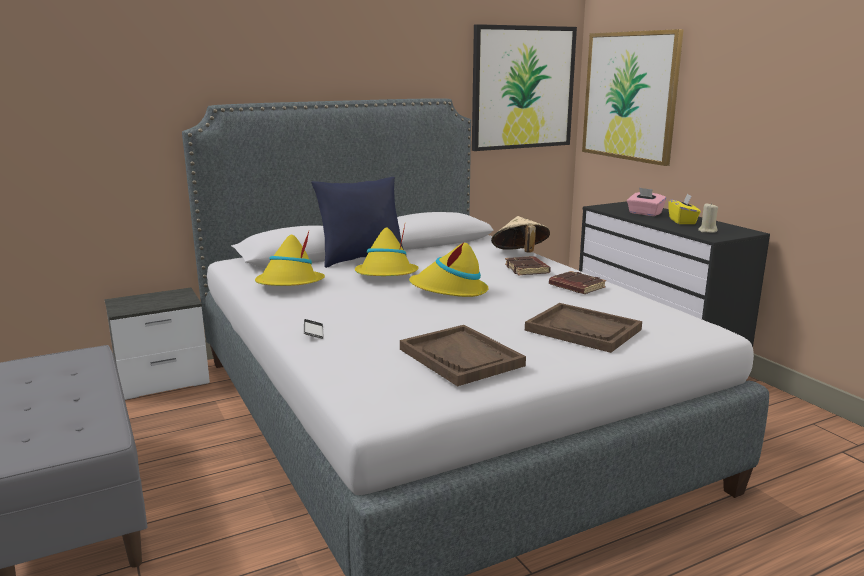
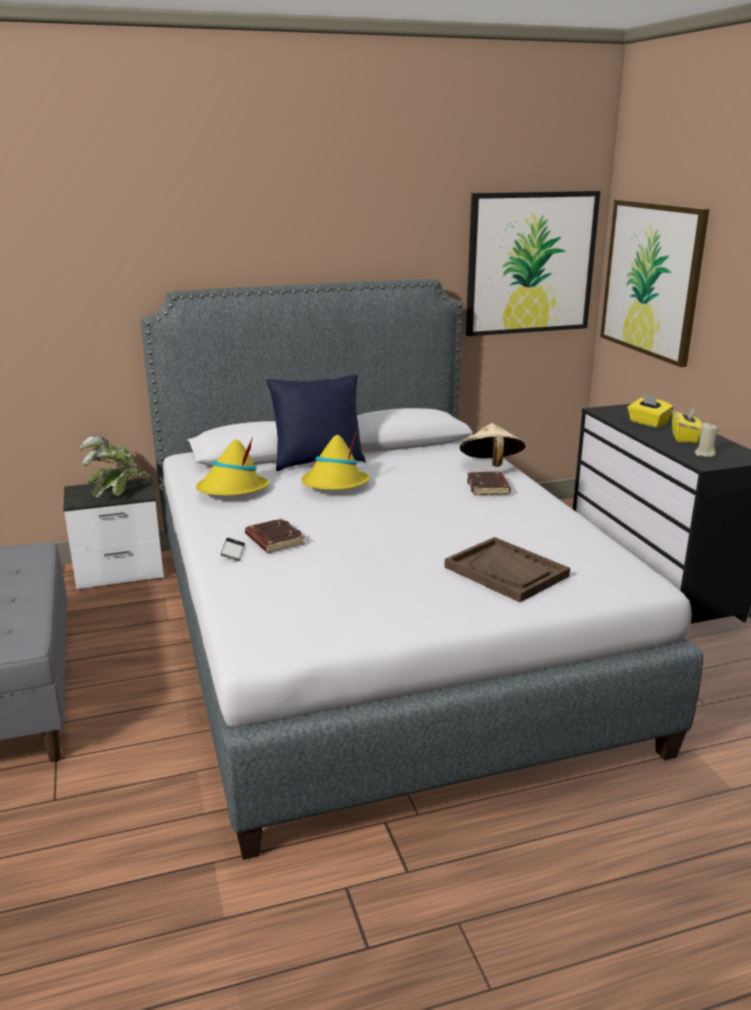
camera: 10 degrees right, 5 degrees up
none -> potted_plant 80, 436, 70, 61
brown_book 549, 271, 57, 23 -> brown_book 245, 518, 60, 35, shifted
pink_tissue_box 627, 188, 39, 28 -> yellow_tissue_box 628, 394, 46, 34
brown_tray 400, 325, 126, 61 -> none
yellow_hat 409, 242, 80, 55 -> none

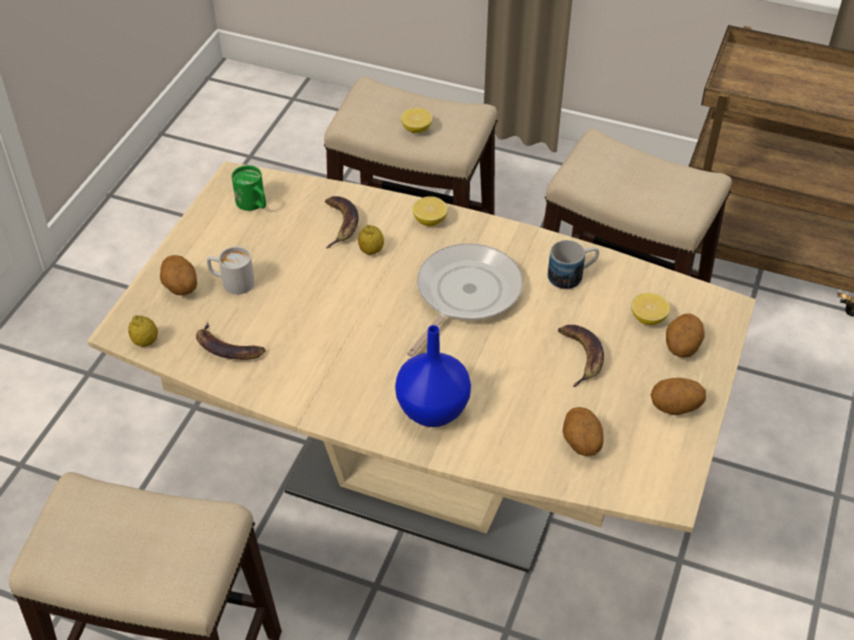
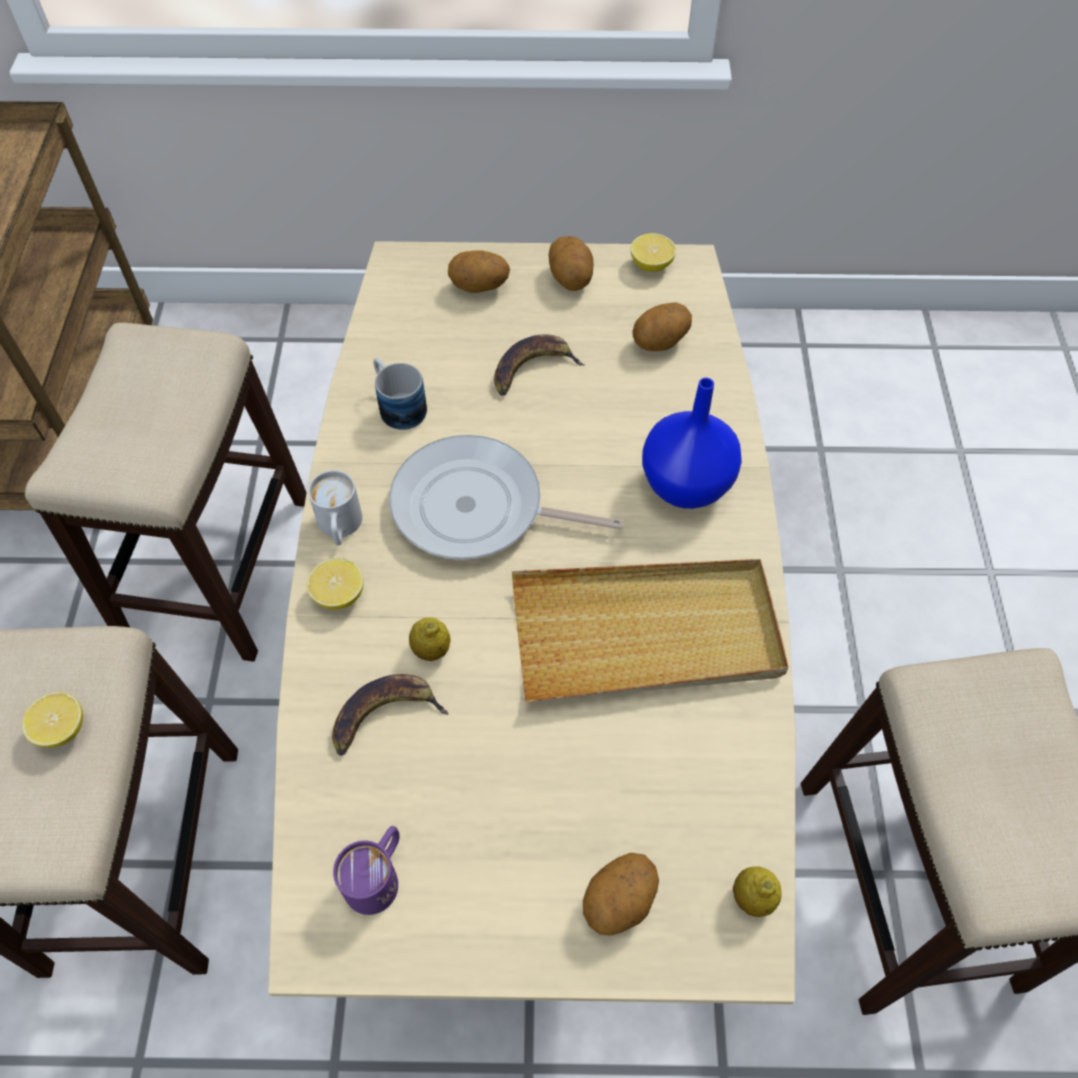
camera: 110 degrees left, 10 degrees up
white_mug 207, 246, 48, 49 -> white_mug 308, 470, 54, 76, shifted
green_mug 232, 165, 34, 46 -> purple_mug 333, 826, 67, 89
none -> beige_tray 512, 559, 277, 143
lemon 631, 293, 39, 32 -> lemon 631, 233, 45, 39, shifted
banana 196, 322, 69, 38 -> none

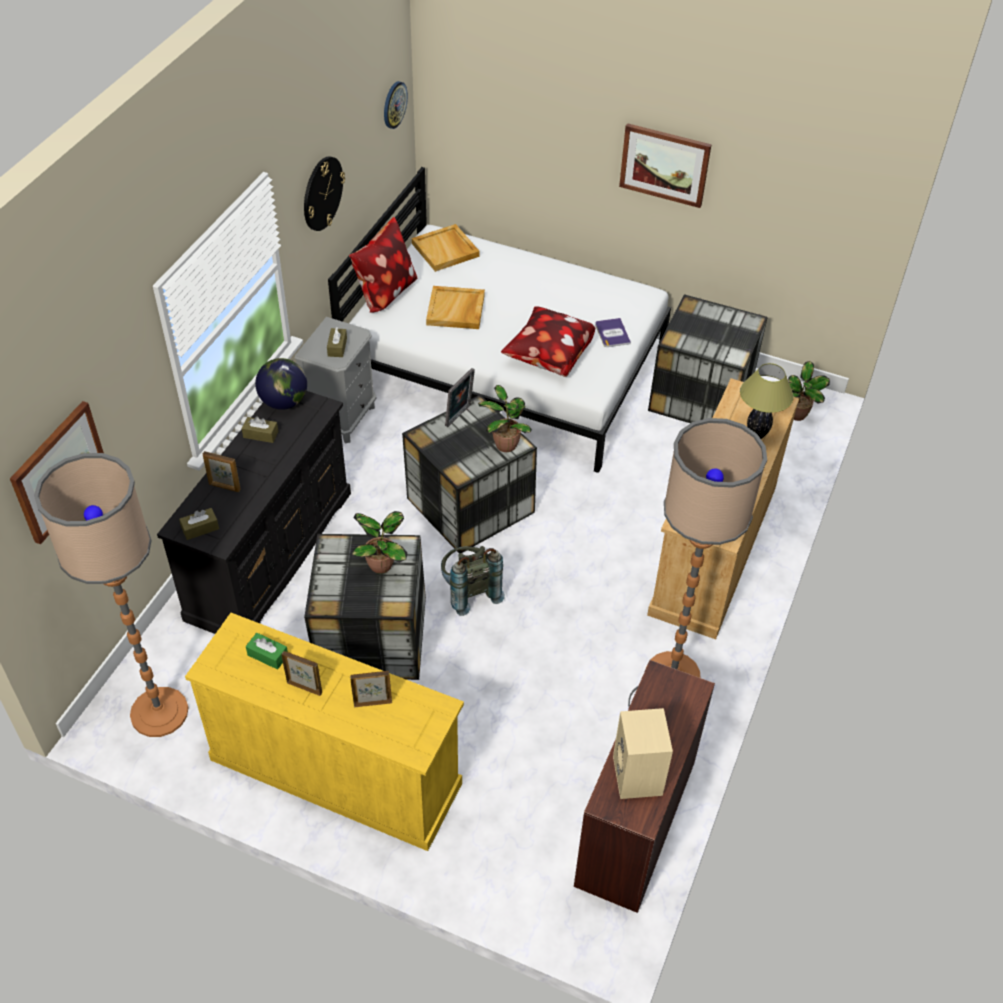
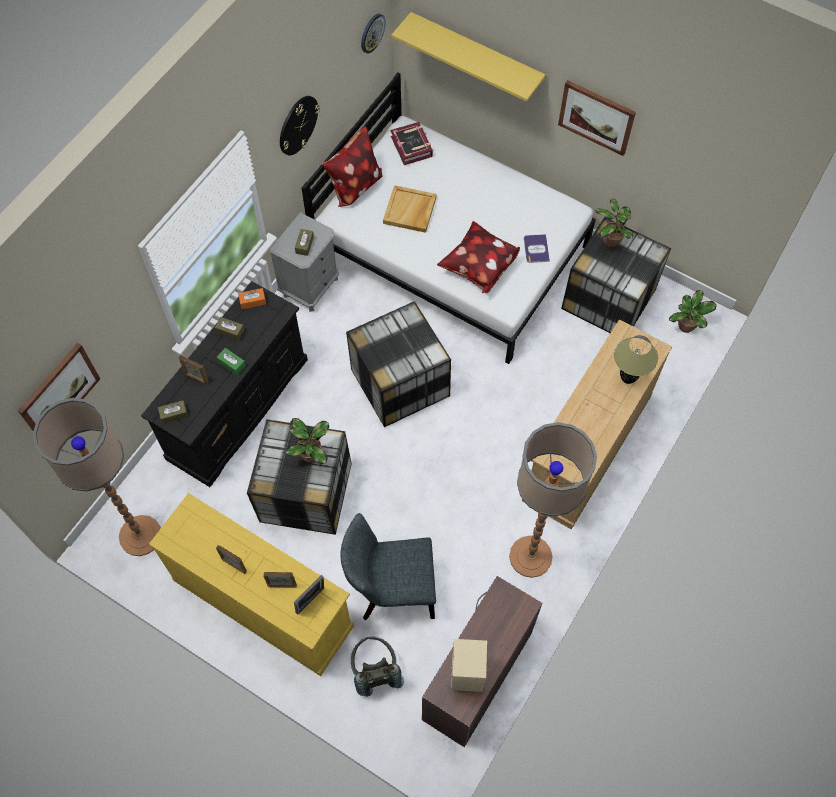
camera: 10 degrees right, 15 degrees up
green_tissue_box 246, 633, 42, 37 -> green_tissue_box 217, 348, 29, 27, shifted
globe 255, 358, 52, 52 -> orange_tissue_box 238, 288, 28, 21
picture_frame 445, 368, 30, 59 -> picture_frame 294, 575, 30, 39, shifted
none -> grey_chair 341, 513, 95, 107
grey_backpack 441, 546, 64, 70 -> grey_backpack 351, 636, 53, 61, shifted
none -> yellow_shelf 391, 12, 154, 90
beige_tray 412, 224, 68, 48 -> book 391, 122, 42, 43
potted_plant 478, 385, 54, 67 -> potted_plant 595, 198, 39, 50, shifted

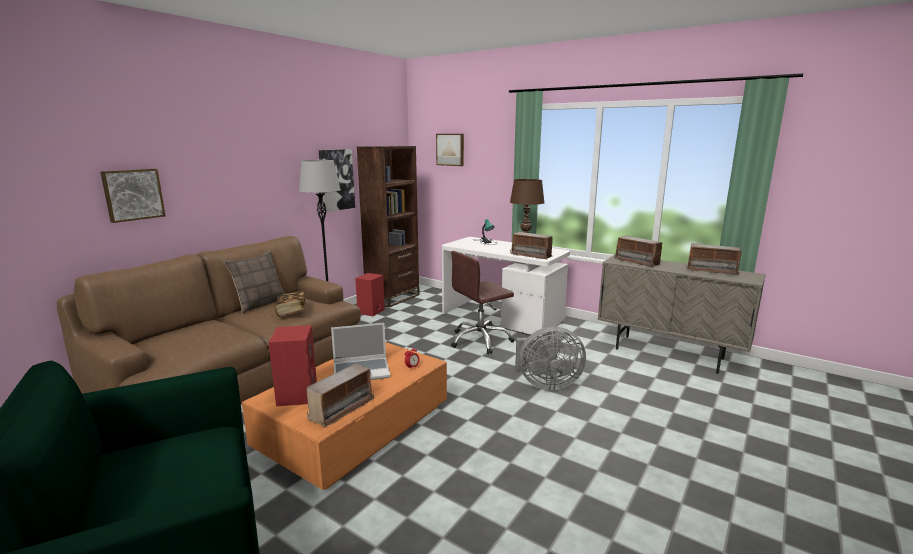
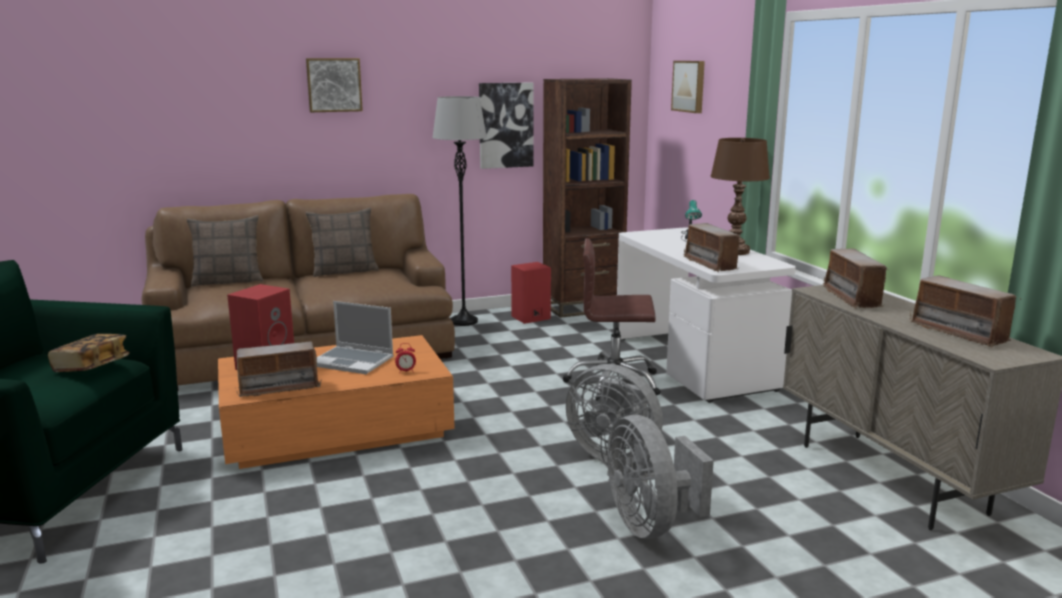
camera: 35 degrees right, 0 degrees up
book 275, 291, 31, 26 -> book 48, 334, 82, 38, shifted
none -> pillow 186, 215, 77, 72
picture 100, 169, 66, 54 -> picture 306, 58, 57, 54, shifted
none -> grey_fan 607, 415, 107, 124

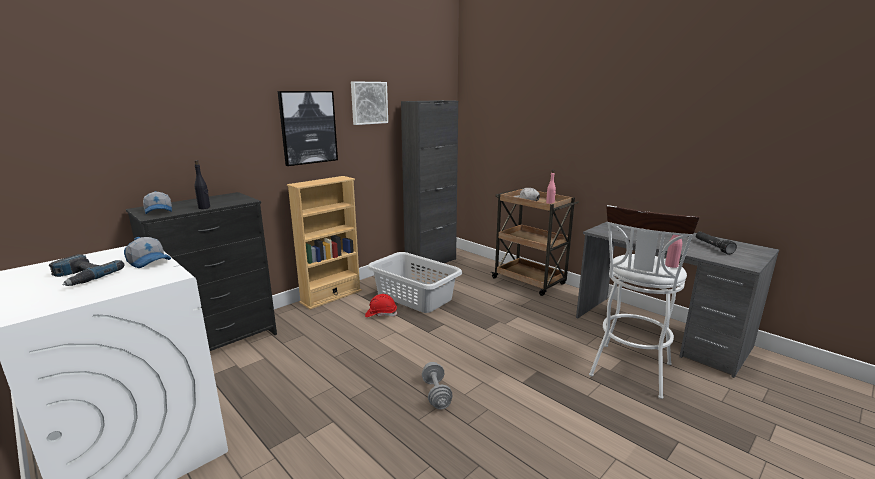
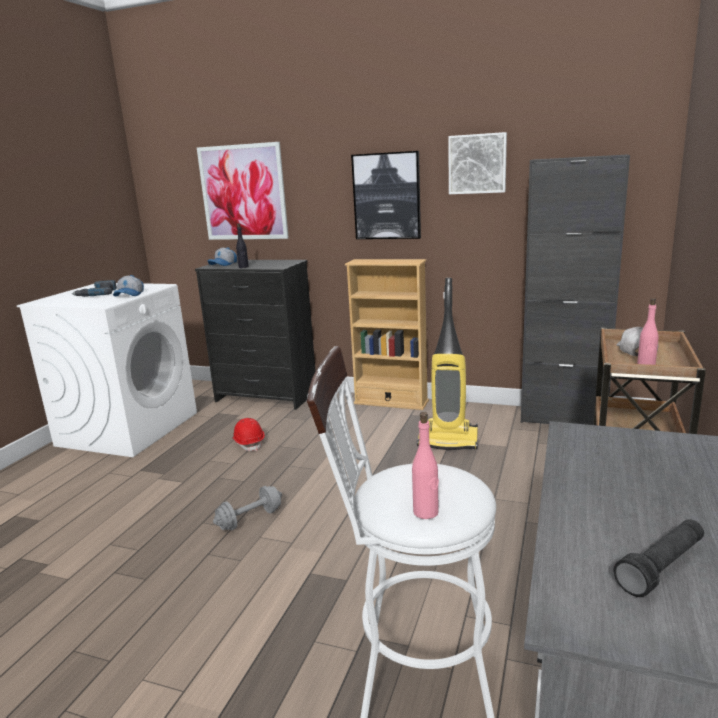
camera: 65 degrees right, 0 degrees up
none -> picture 197, 142, 92, 98
red_hard_hat 365, 294, 32, 23 -> red_hard_hat 232, 418, 33, 33, shifted
grey_laundry_basket 367, 252, 95, 61 -> vacuum_cleaner 417, 278, 61, 172

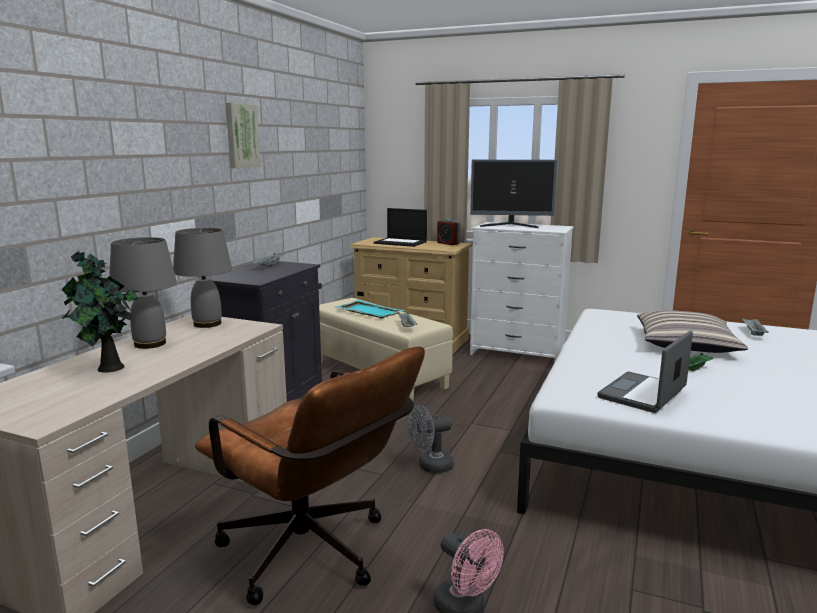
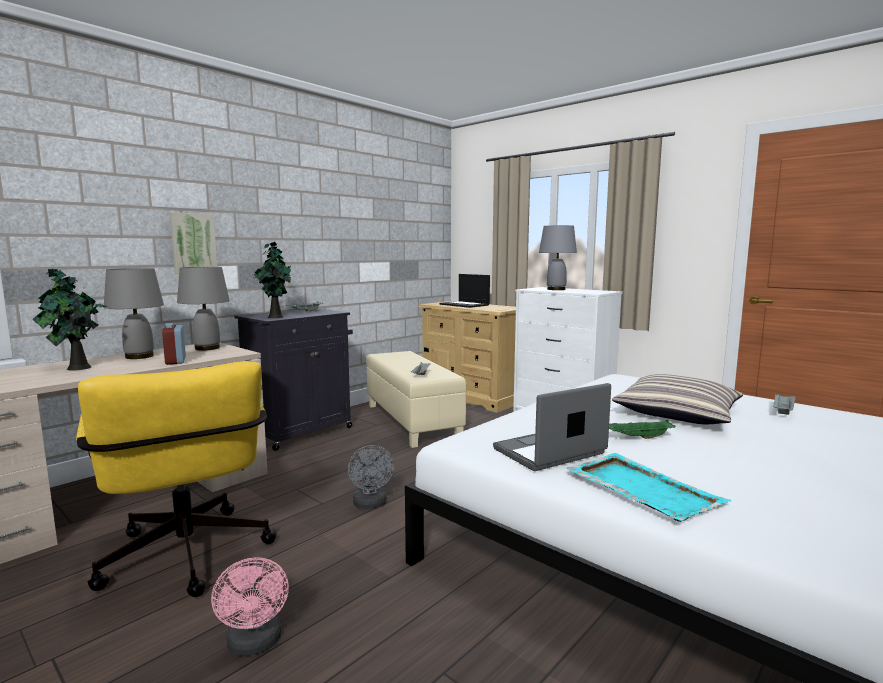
camera: 20 degrees right, 5 degrees down
brown_office_chair 195, 347, 230, 259 -> yellow_office_chair 76, 361, 200, 236
alarm_clock 437, 219, 23, 26 -> alarm_clock 162, 323, 24, 42, shifted
picture 226, 103, 35, 65 -> picture 170, 212, 47, 63, shifted
none -> potted_plant 254, 242, 37, 76
grey_fan 408, 405, 46, 68 -> grey_fan 348, 445, 46, 64, 105 degrees counterclockwise
monitor 470, 160, 87, 68 -> grey_table_lamp 539, 225, 38, 65
turquoise_tray 335, 300, 69, 19 -> turquoise_tray 566, 453, 165, 69, shifted

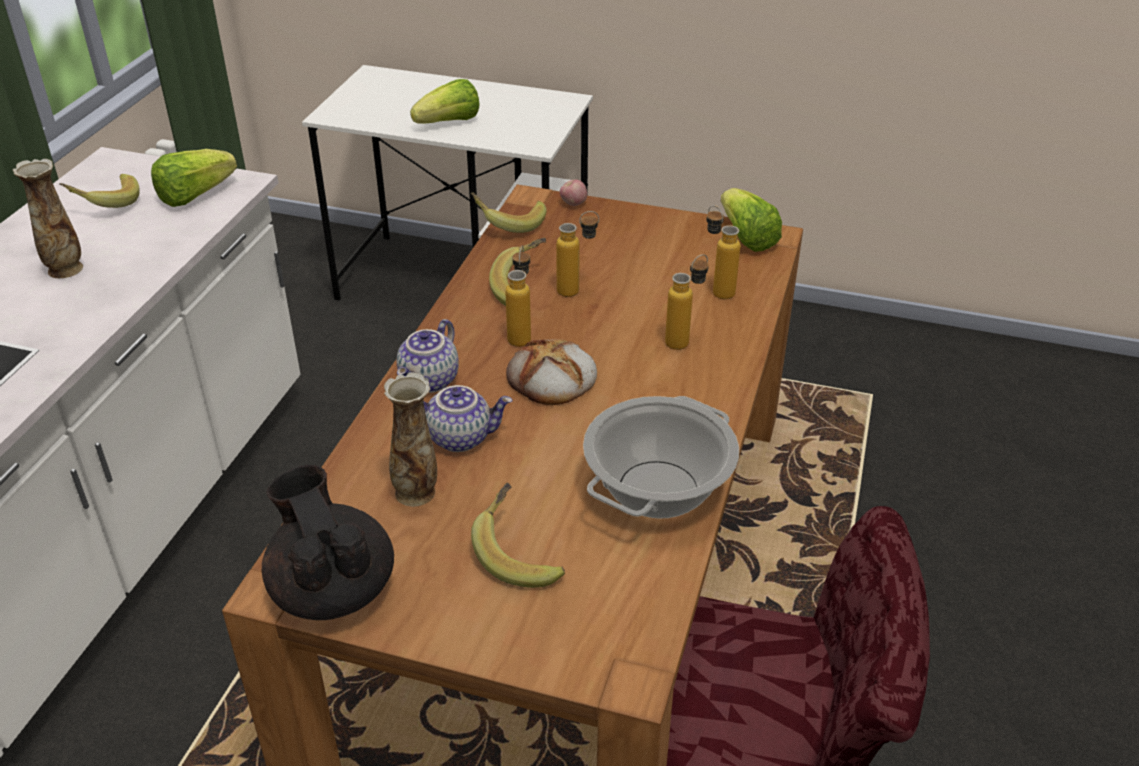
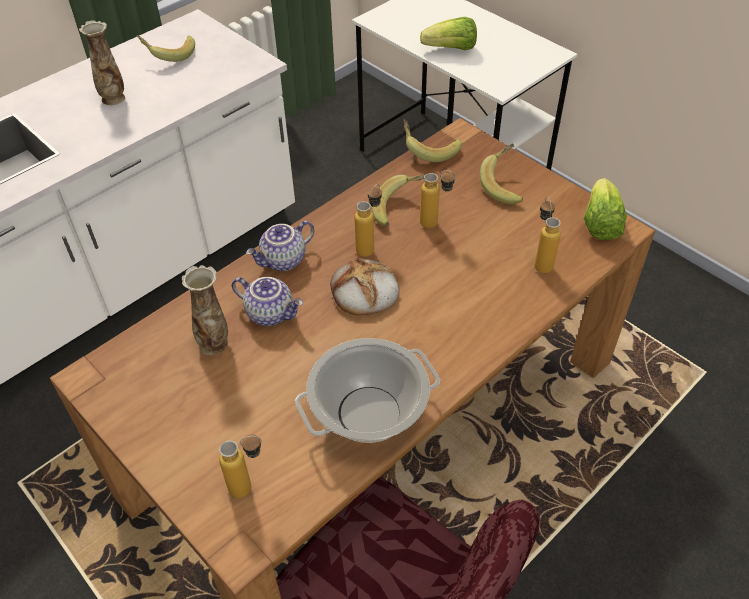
camera: 30 degrees right, 10 degrees up
bottle 665, 254, 44, 96 -> bottle 219, 434, 43, 64, shifted
banana 471, 483, 94, 105 -> banana 480, 144, 43, 61, shifted
lettuce 151, 149, 86, 58 -> none
black_teapot 262, 465, 132, 155 -> none
apple 560, 180, 27, 26 -> none

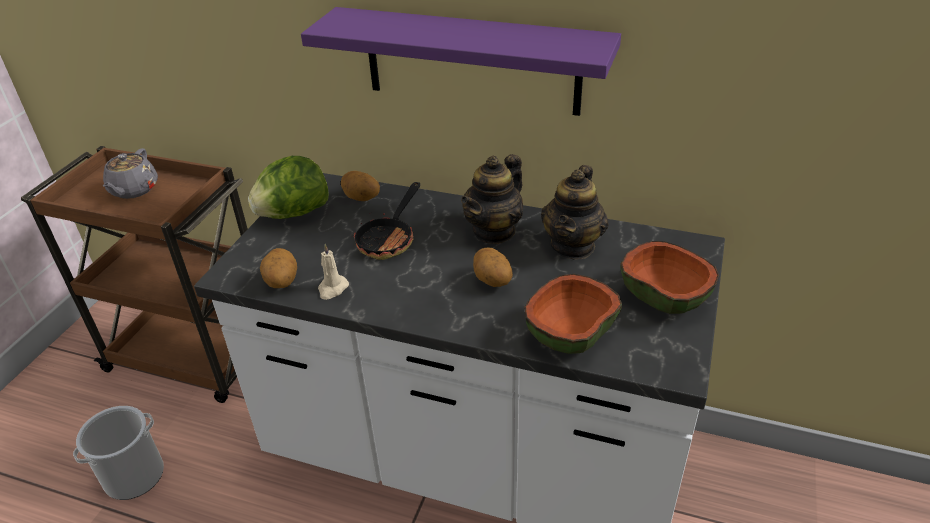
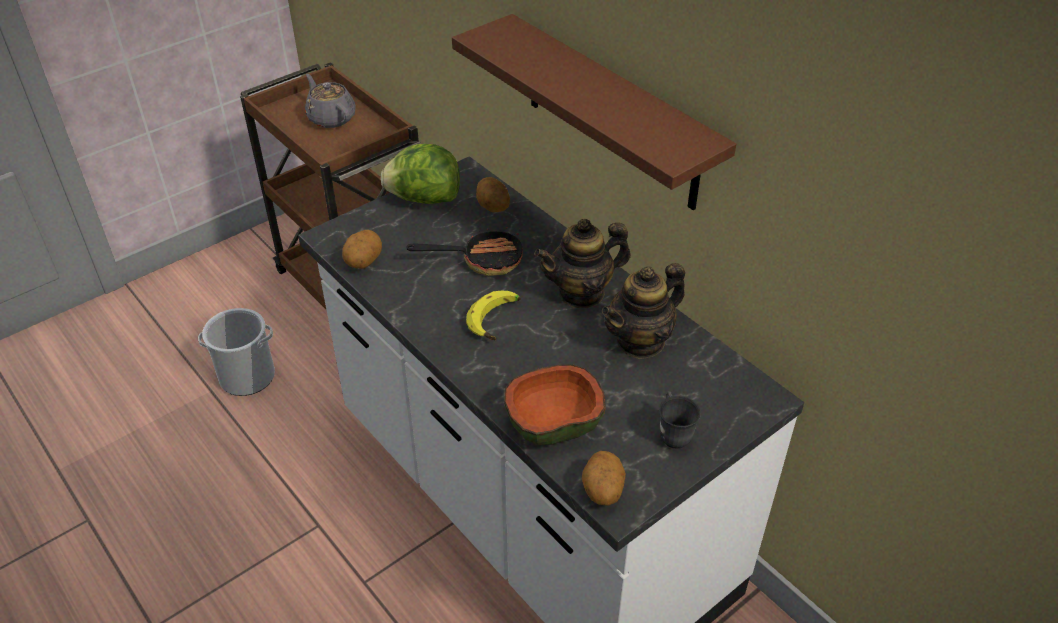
camera: 30 degrees right, 5 degrees up
grey_teapot 103, 148, 55, 51 -> grey_teapot 305, 74, 51, 54, 105 degrees clockwise
frying_pan 354, 182, 66, 78 -> frying_pan 407, 227, 116, 49, 150 degrees counterclockwise
purple_shelf 301, 7, 320, 109 -> brown_shelf 452, 14, 284, 196
none -> banana 466, 291, 55, 49
potato 473, 248, 40, 39 -> potato 582, 451, 44, 55, shifted
bowl 621, 241, 98, 73 -> grey_mug 659, 391, 42, 58
beige_candle 318, 244, 31, 56 -> none

